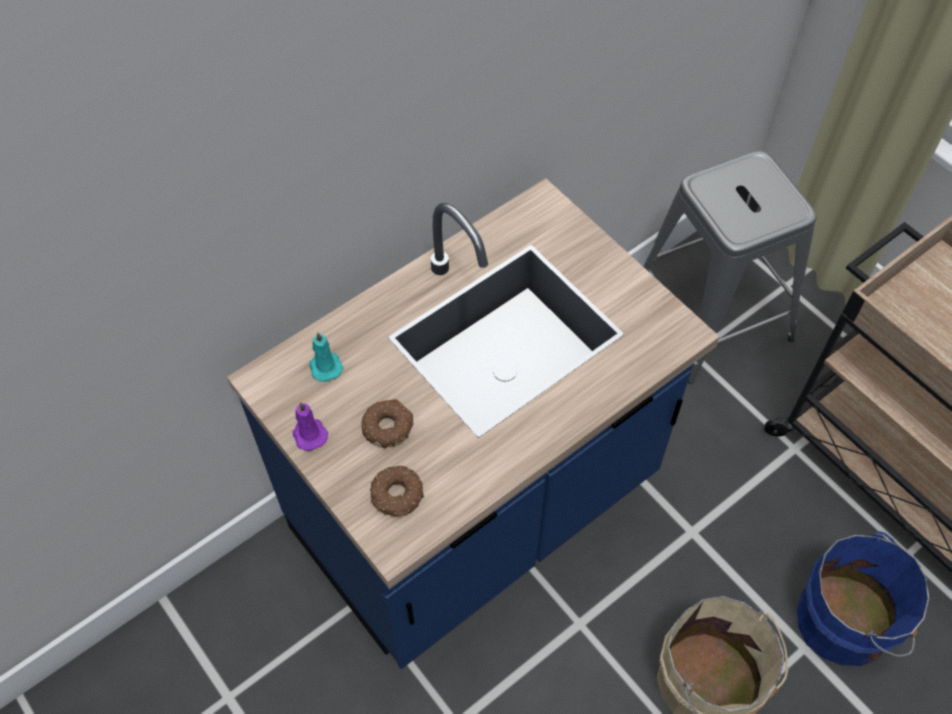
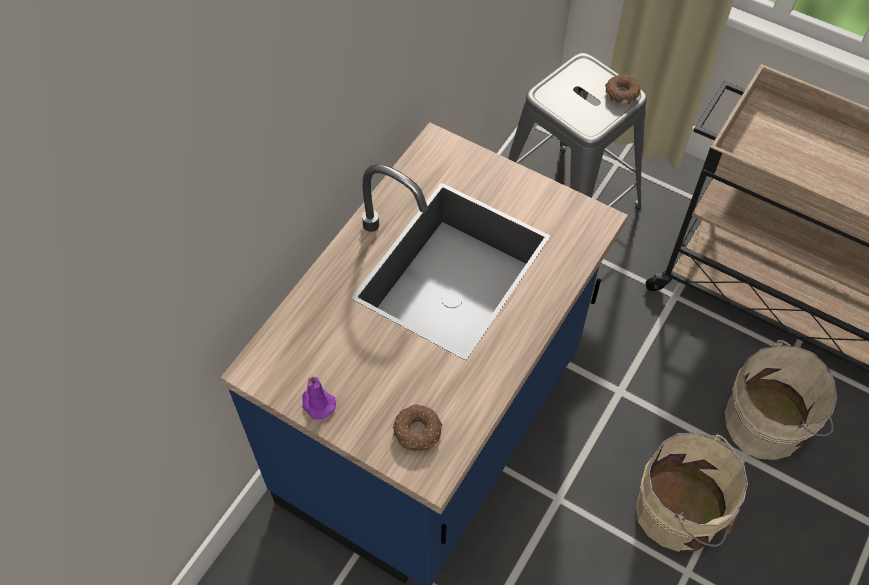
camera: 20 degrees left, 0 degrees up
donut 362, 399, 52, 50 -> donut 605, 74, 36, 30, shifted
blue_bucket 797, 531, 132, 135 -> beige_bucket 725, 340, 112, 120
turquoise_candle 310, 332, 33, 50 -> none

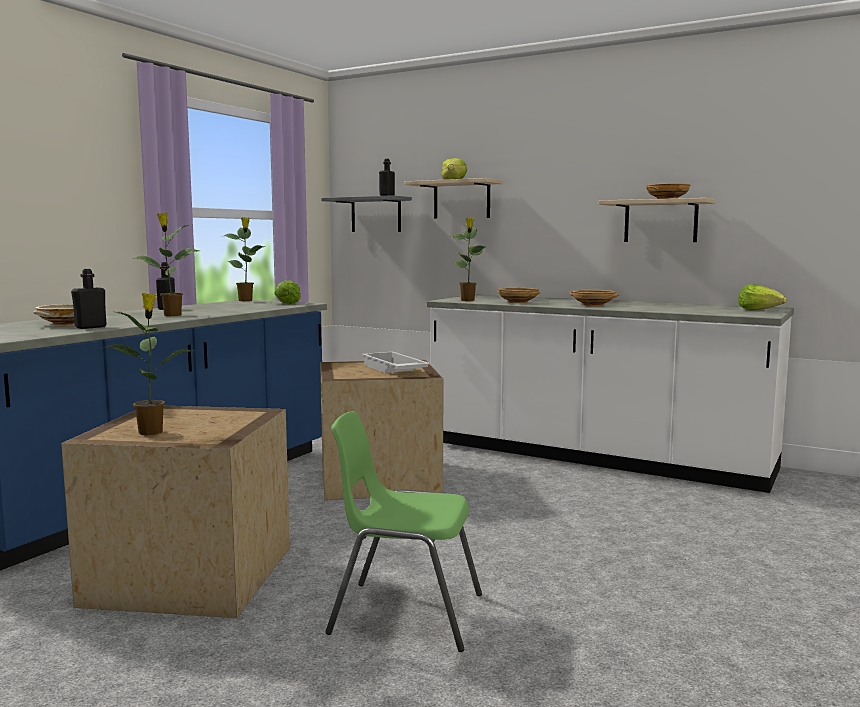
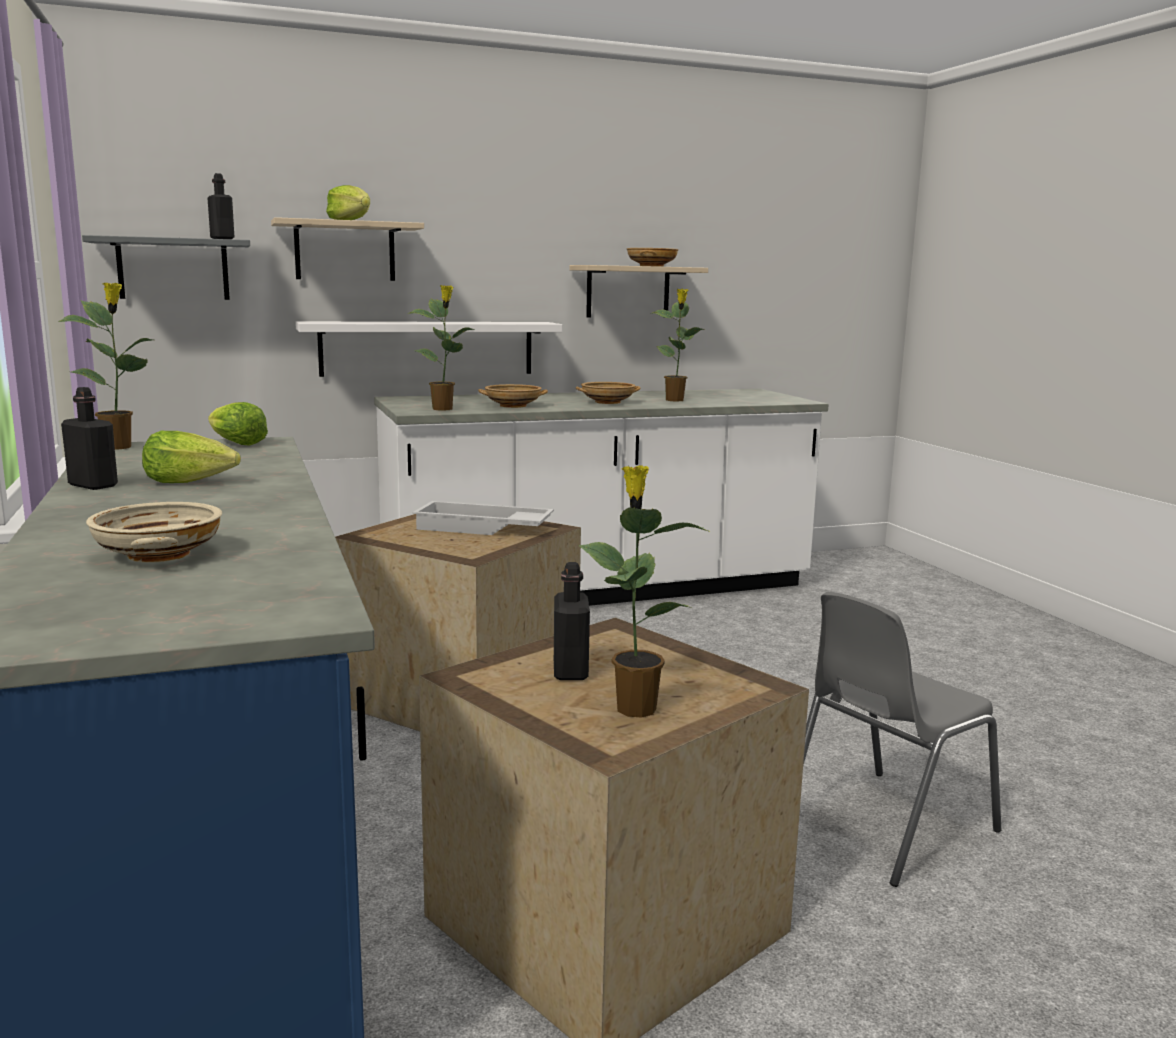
camera: 50 degrees left, 5 degrees up
lettuce 738, 284, 49, 26 -> lettuce 142, 431, 99, 52, shifted
none -> white_shelf 295, 321, 267, 56
black_bottle 71, 269, 36, 60 -> black_bottle 554, 562, 36, 118, shifted
potted_plant 133, 213, 67, 103 -> potted_plant 653, 288, 52, 113, shifted
green_chair 326, 411, 156, 241 -> grey_chair 803, 592, 198, 295

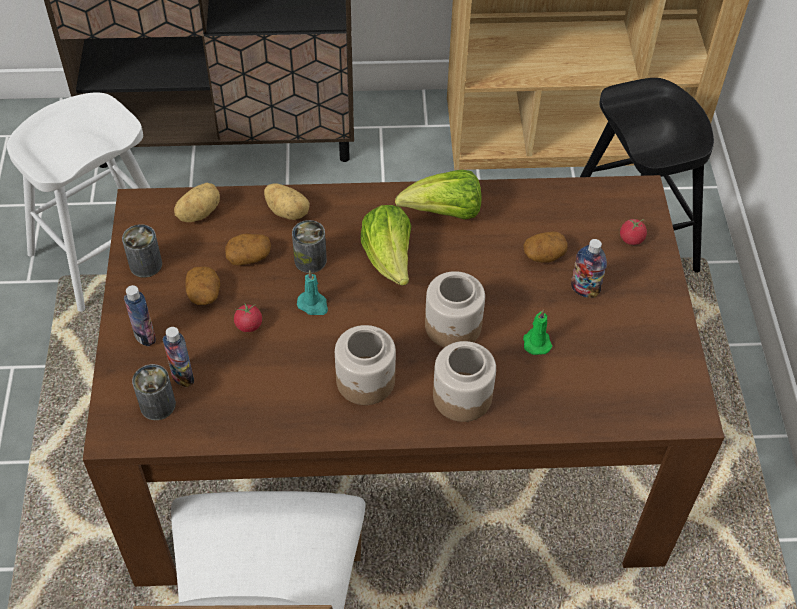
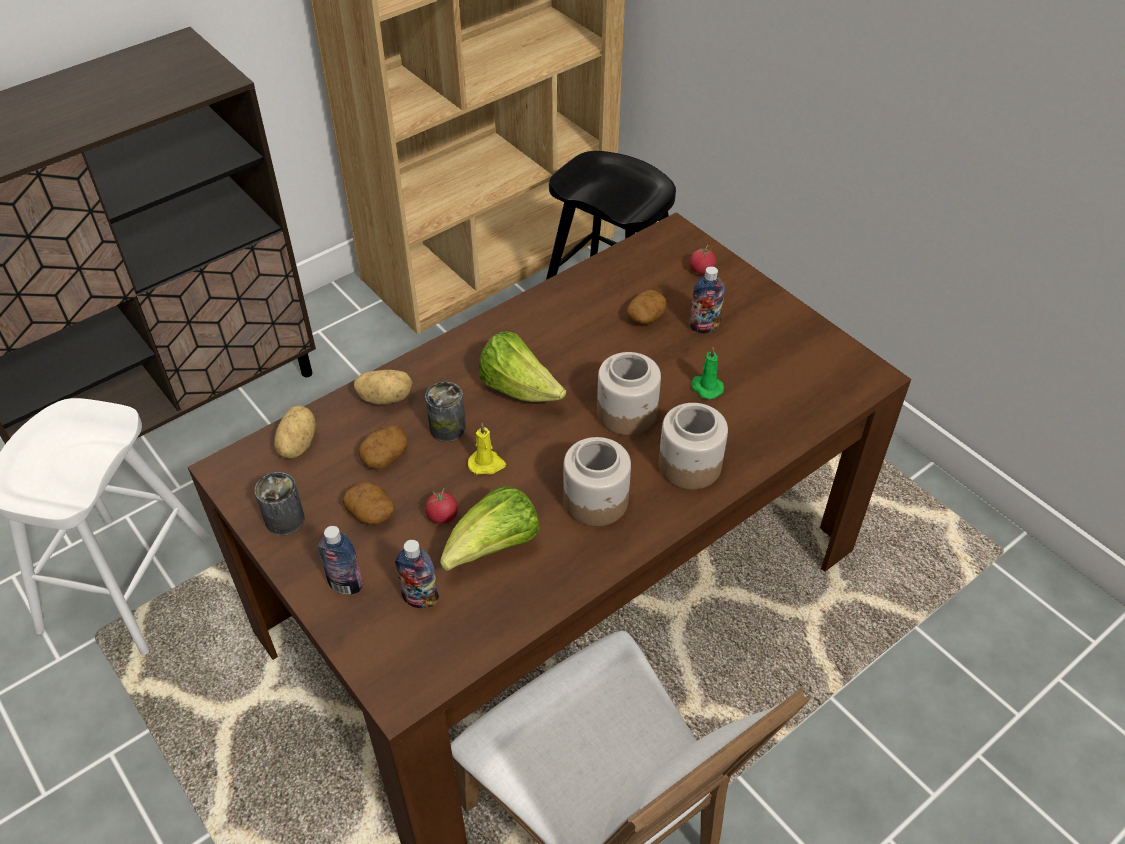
camera: 35 degrees left, 5 degrees down
lettuce 395, 169, 86, 50 -> lettuce 440, 485, 100, 86, shifted
turquoise_candle 297, 270, 31, 45 -> yellow_candle 468, 423, 38, 51
can 132, 364, 44, 56 -> none

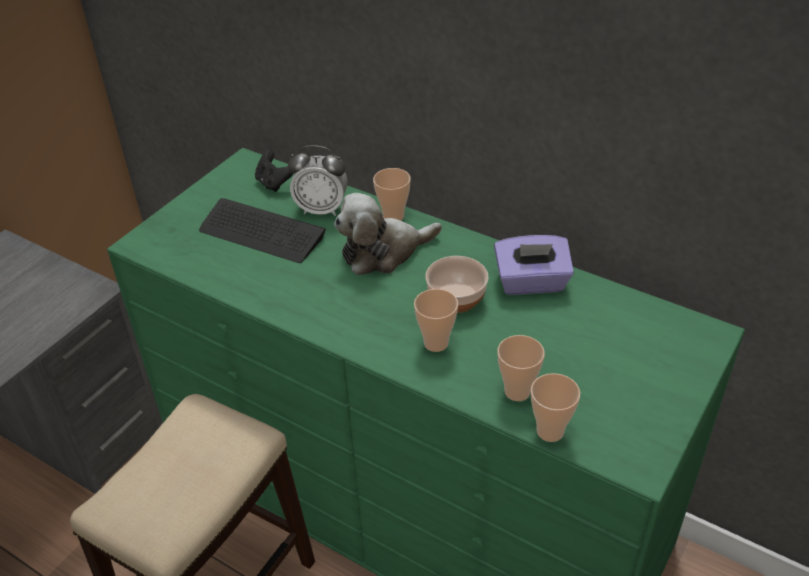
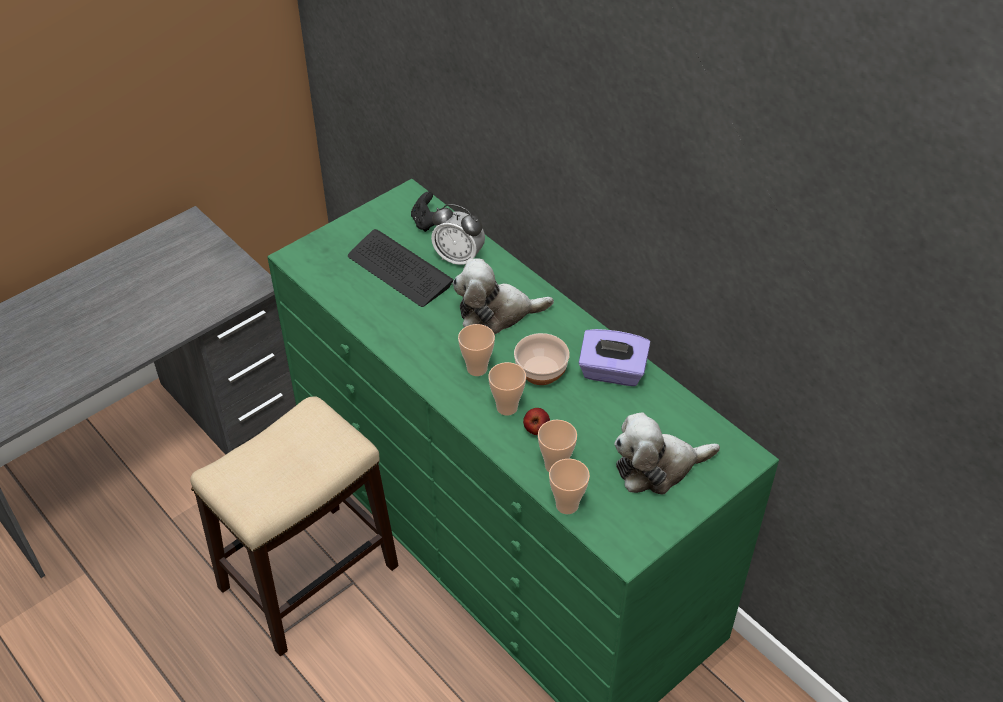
camera: 15 degrees right, 5 degrees up
cup 373, 168, 38, 53 -> cup 458, 324, 37, 52, shifted
none -> apple 523, 408, 27, 27
none -> plush_toy 614, 413, 106, 82

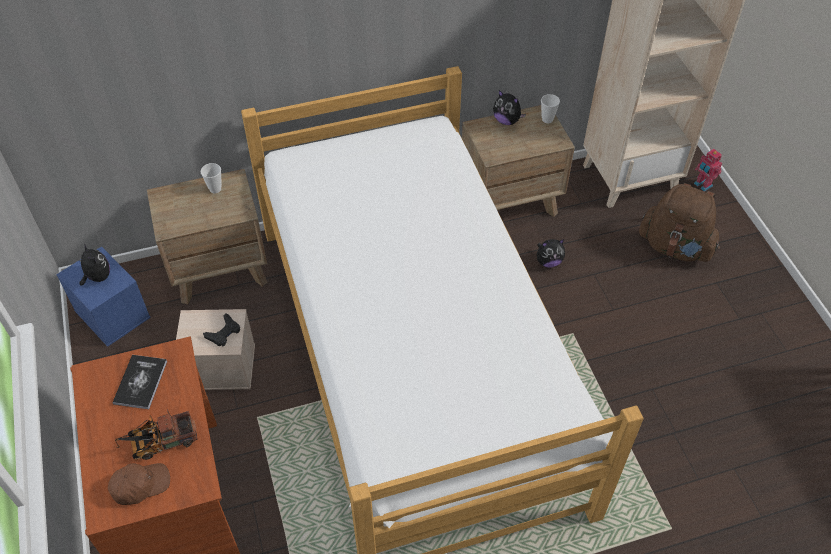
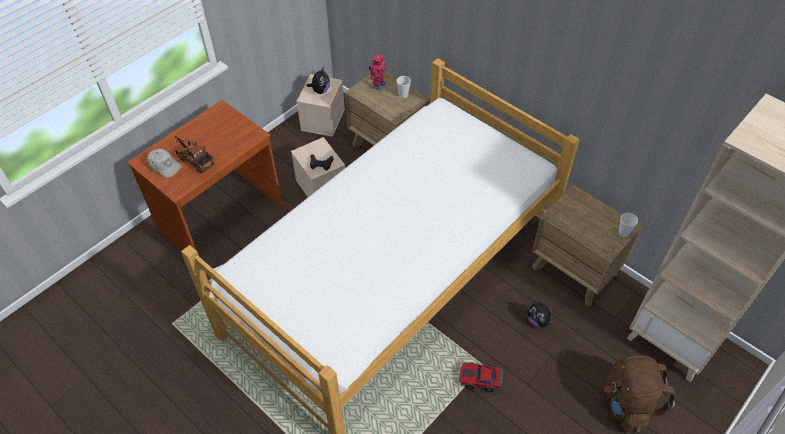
camera: 60 degrees right, 0 degrees up
brown_cap 108, 463, 62, 42 -> white_cap 147, 149, 35, 29
blue_storage_box 56, 246, 95, 101 -> beige_storage_box 296, 74, 49, 63
toy_robot 694, 149, 28, 43 -> toy_robot 369, 54, 17, 37, shifted
none -> toy_car 459, 362, 44, 30
book 113, 355, 54, 54 -> none
plush_toy 493, 90, 33, 35 -> none

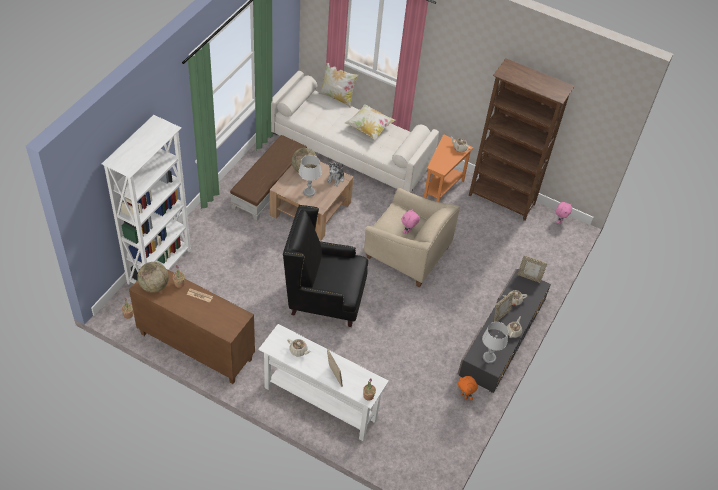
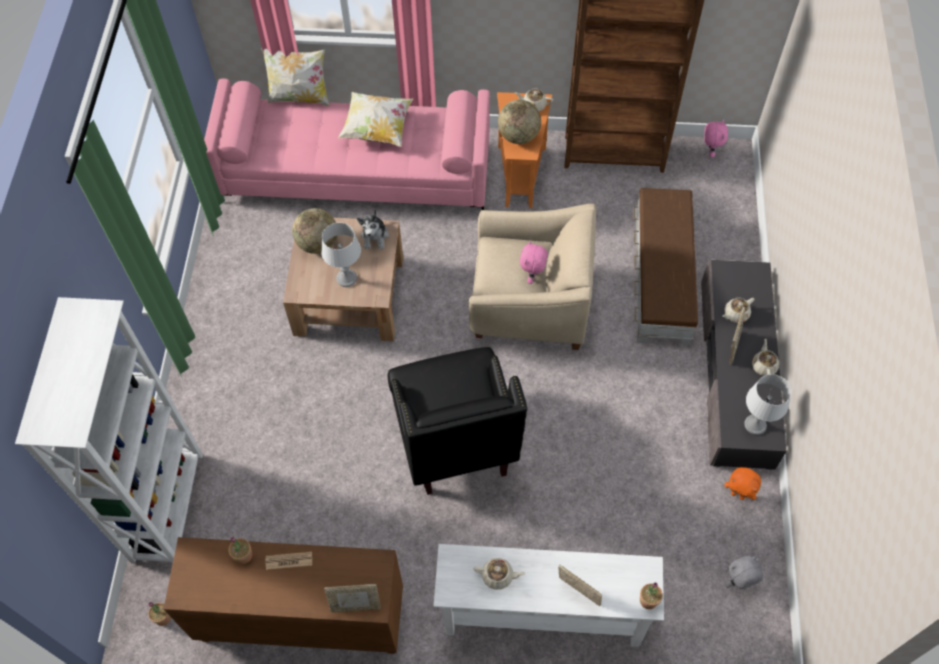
camera: 20 degrees left, 10 degrees up
white_sofa 271, 71, 168, 122 -> pink_sofa 204, 79, 286, 131
picture_frame 517, 255, 31, 28 -> picture_frame 324, 584, 57, 29, shifted
black_armchair 283, 205, 85, 122 -> black_armchair 387, 347, 140, 148, 90 degrees counterclockwise
globe 137, 262, 32, 31 -> globe 498, 100, 43, 44, shifted
brown_ottoman 230, 135, 77, 86 -> brown_ottoman 633, 188, 65, 157, shifted
none -> grey_plush_toy 725, 556, 38, 33

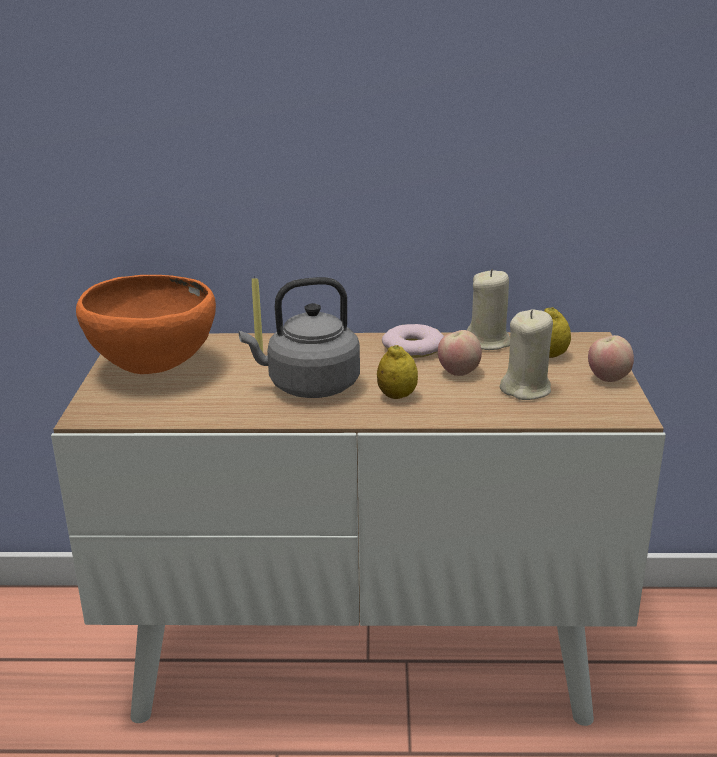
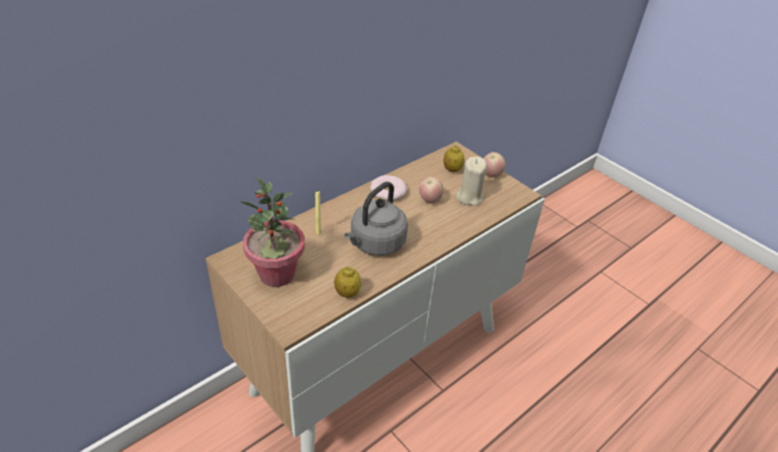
camera: 45 degrees left, 15 degrees up
orange_bowl 76, 275, 140, 99 -> potted_plant 240, 177, 65, 110
lemon 377, 345, 41, 54 -> lemon 334, 266, 27, 32, shifted
beige_candle 467, 269, 43, 81 -> none

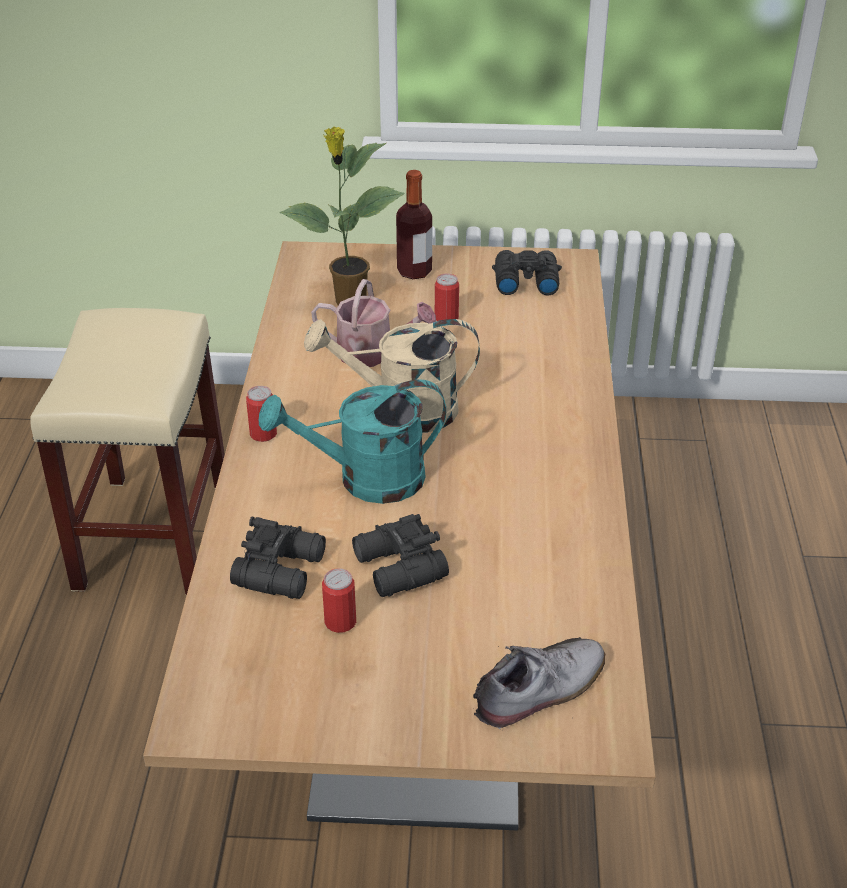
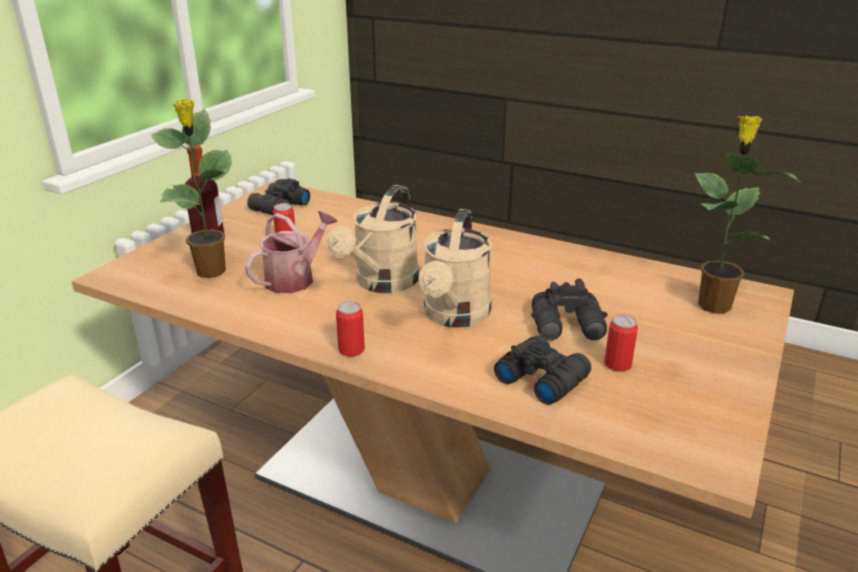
camera: 65 degrees left, 10 degrees down
turquoise_watering_can 259, 379, 187, 125 -> beige_watering_can 419, 209, 73, 119
shoe 473, 637, 132, 92 -> potted_plant 694, 115, 106, 199

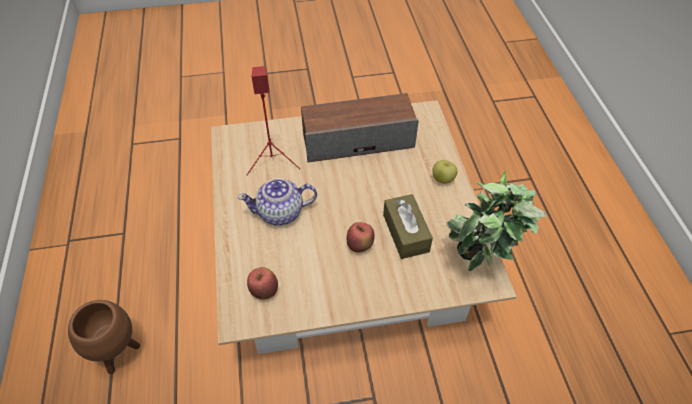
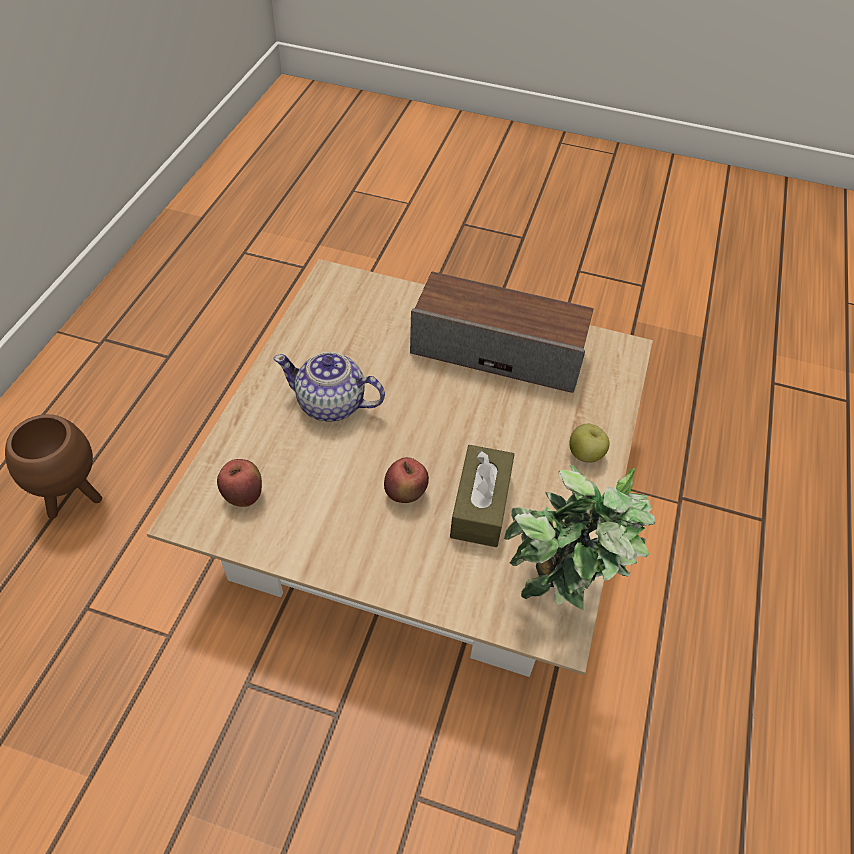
camera: 25 degrees right, 0 degrees up
red_speaker 246, 66, 54, 110 -> none

